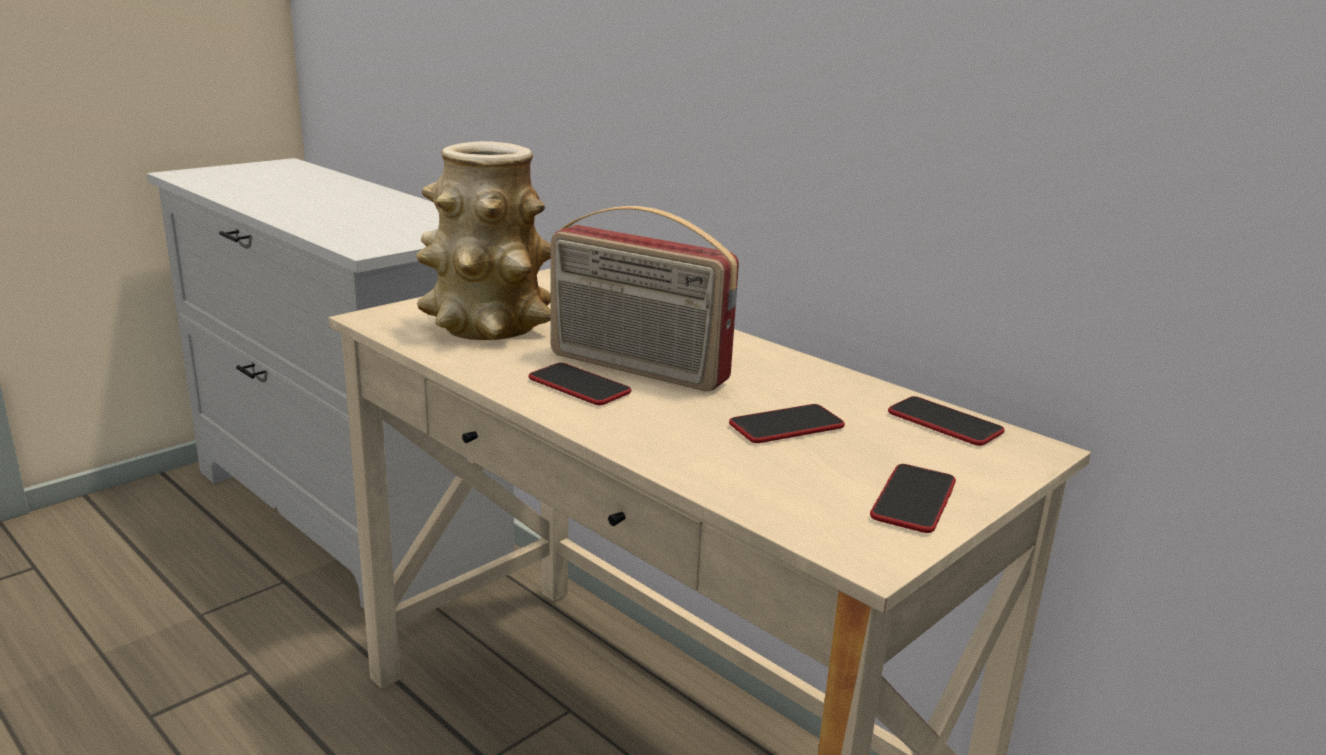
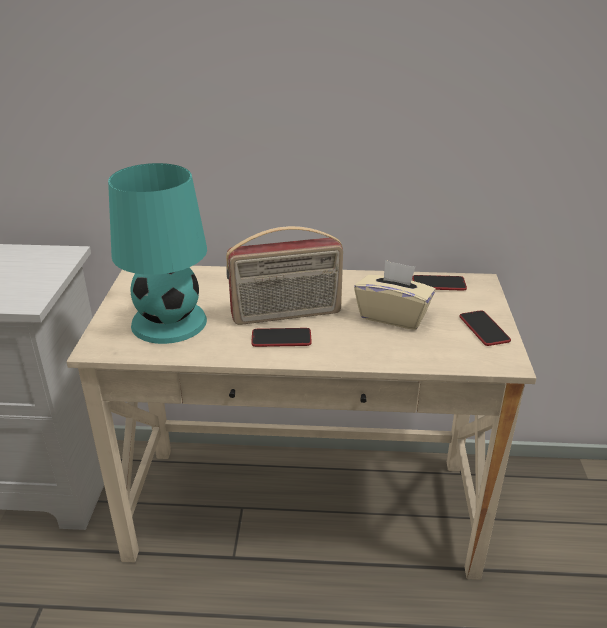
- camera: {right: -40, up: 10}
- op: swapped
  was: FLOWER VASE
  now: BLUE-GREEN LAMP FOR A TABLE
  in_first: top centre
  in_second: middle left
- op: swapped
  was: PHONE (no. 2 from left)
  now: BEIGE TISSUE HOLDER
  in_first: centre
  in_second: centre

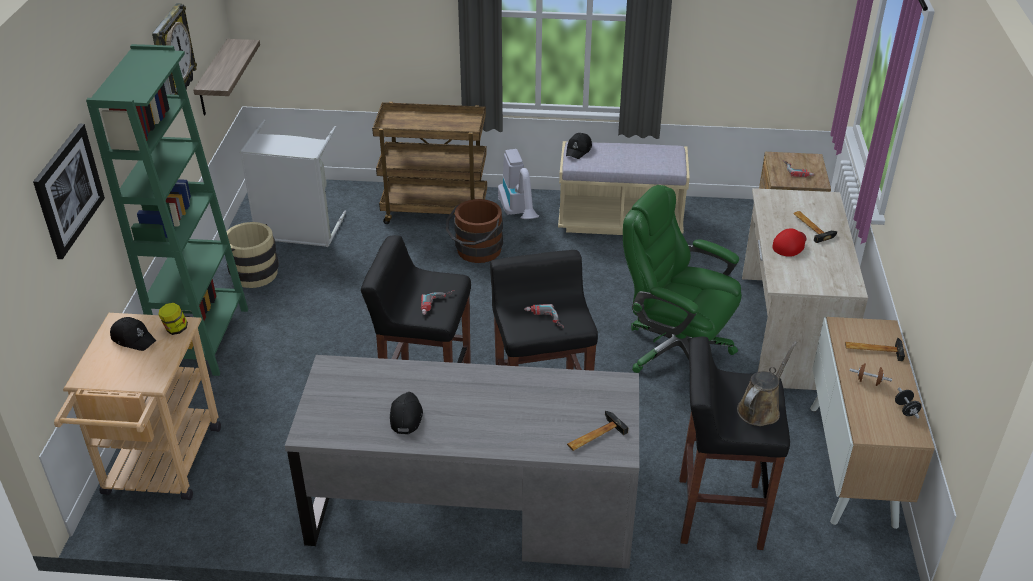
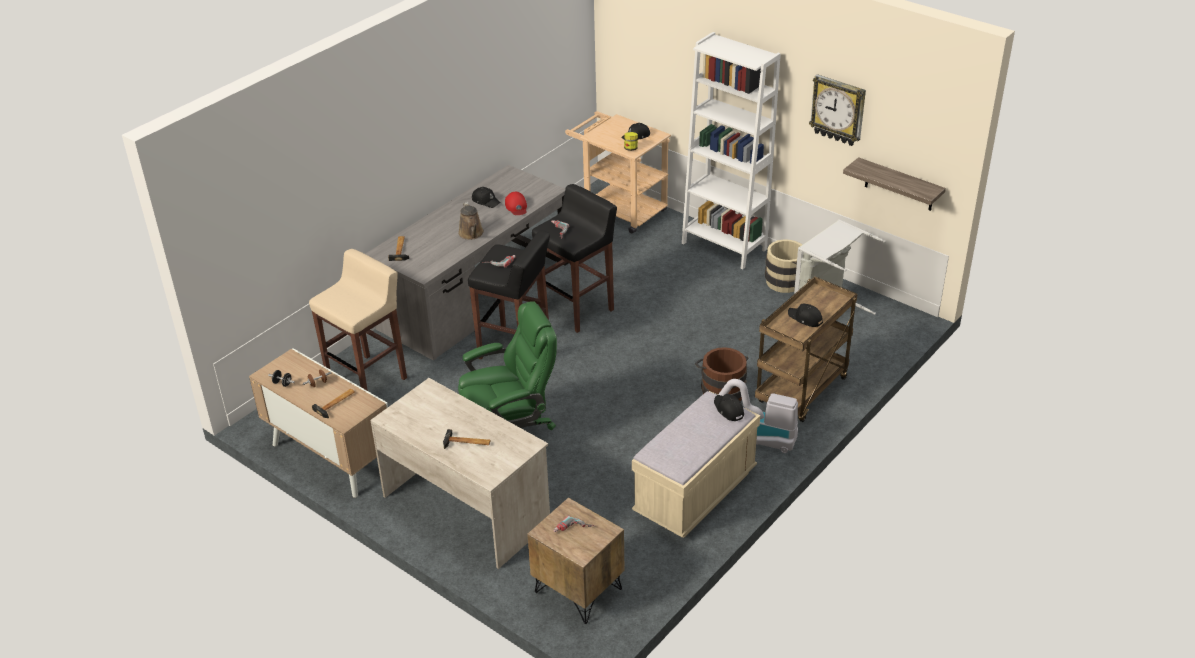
- camera: {right: 125, up: 0}
- op: repainted
  was: BLACKISH STOOL (no. 3 from left)
  now: BEIGE STOOL
  in_first: bottom right
  in_second: middle left
- op: shifted
  was: BROWN-COLOURED WATERING POT
  in_first: middle right
  in_second: centre
- op: shifted
  was: REDDISH PEAKED CAP
  in_first: middle right
  in_second: top centre
- op: repainted
  was: GREEN SHELVING UNIT
  now: WHITISH SHELVING UNIT
  in_first: middle left
  in_second: top centre
- op: new
  now: BLACKISH PEAKED CAP (no. 4 from left)
  in_second: middle right
- op: gone
  was: WALL PICTURE
  in_first: top left

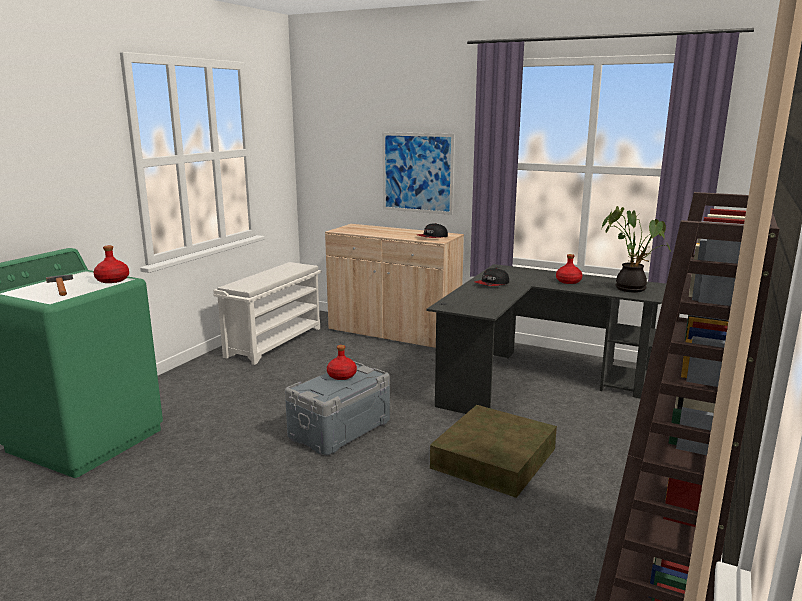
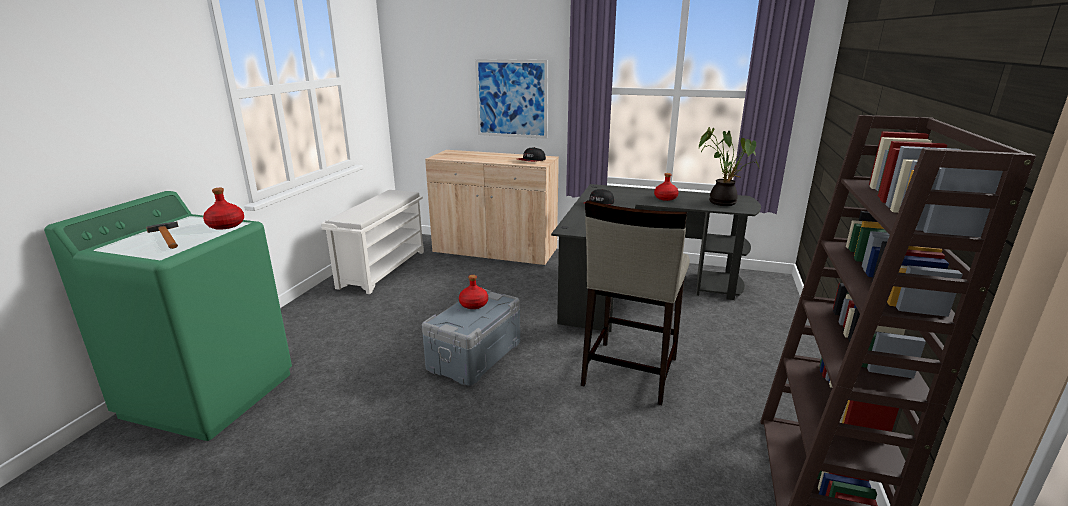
- camera: {right: -10, up: 5}
- op: swapped
  was: BROWN-COLOURED STORAGE BOX
  now: BEIGE STOOL
  in_first: bottom centre
  in_second: centre

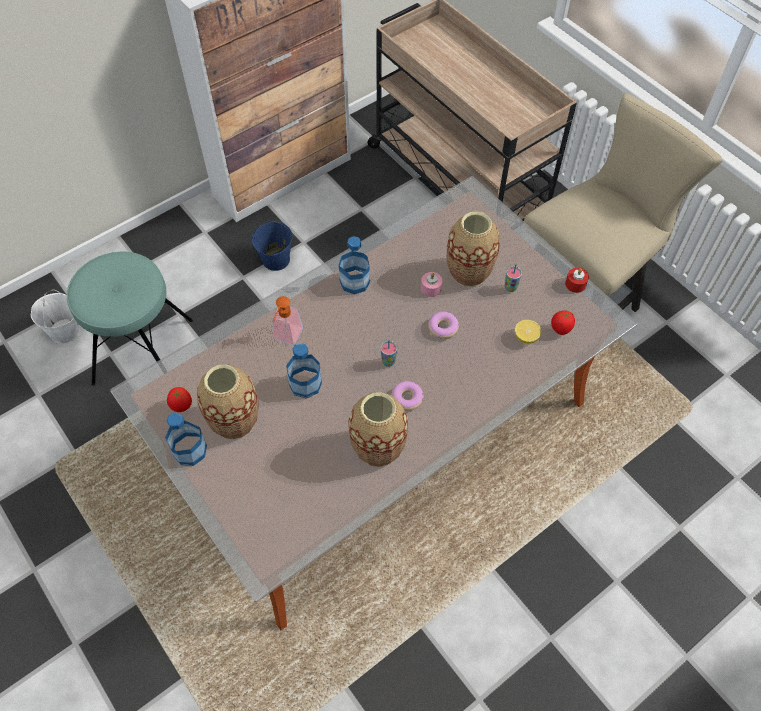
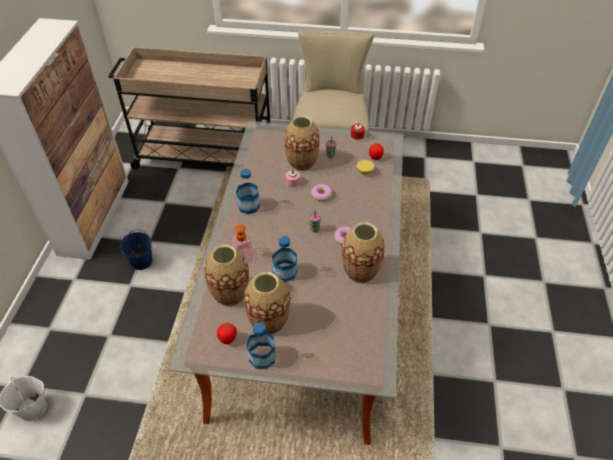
- camera: {right: -45, up: -10}
- op: new
  now: FLOWER VASE (no. 1 from left)
  in_second: centre
- op: gone
  was: BLUE-GREEN STOOL
  in_first: middle left

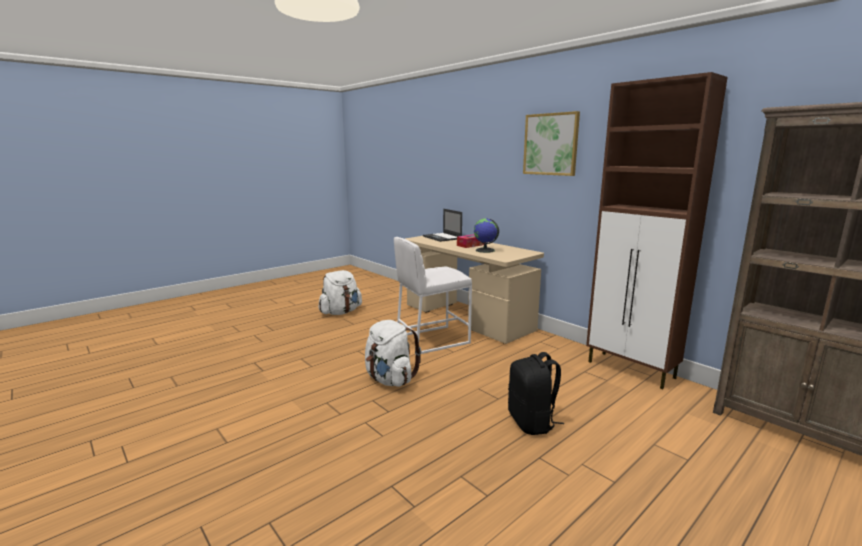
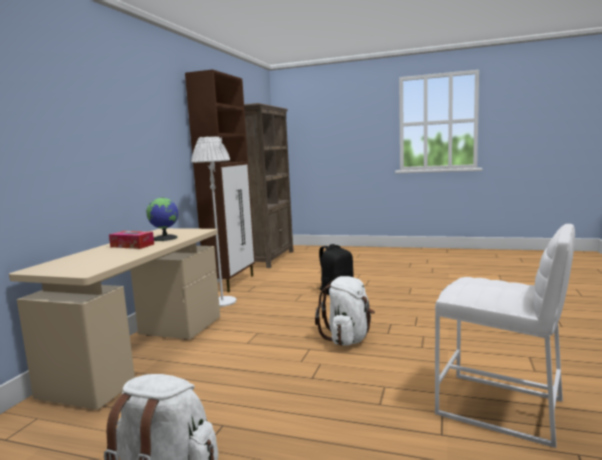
- camera: {right: -120, up: -5}
- op: new
  now: WHITISH STANDARD LAMP
  in_second: centre
- op: shifted
  was: WHITISH STOOL
  in_first: centre
  in_second: bottom right
- op: gone
  was: PORTABLE COMPUTER
  in_first: centre
- op: gone
  was: WALL PICTURE
  in_first: top centre

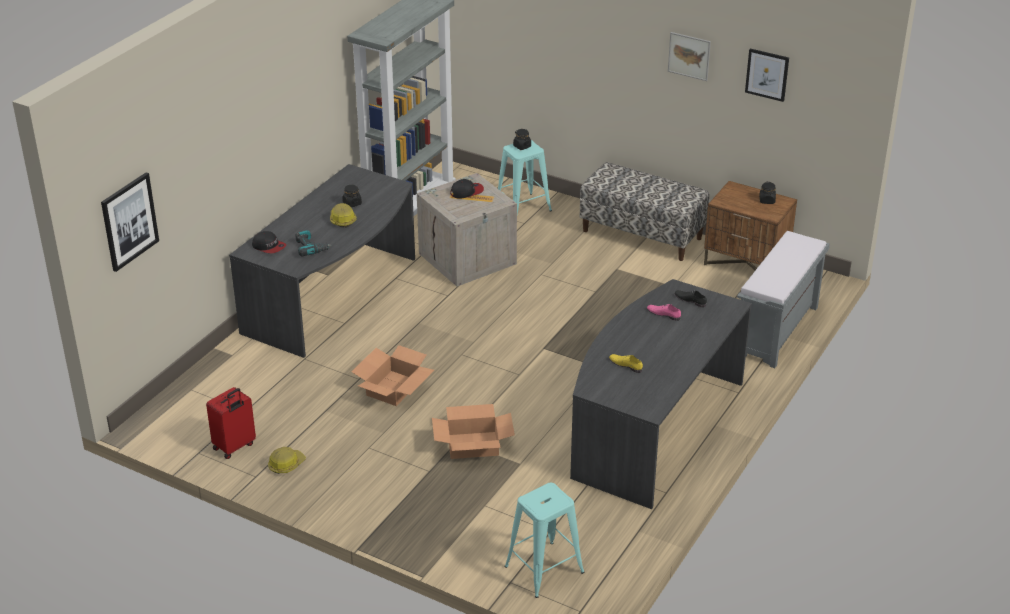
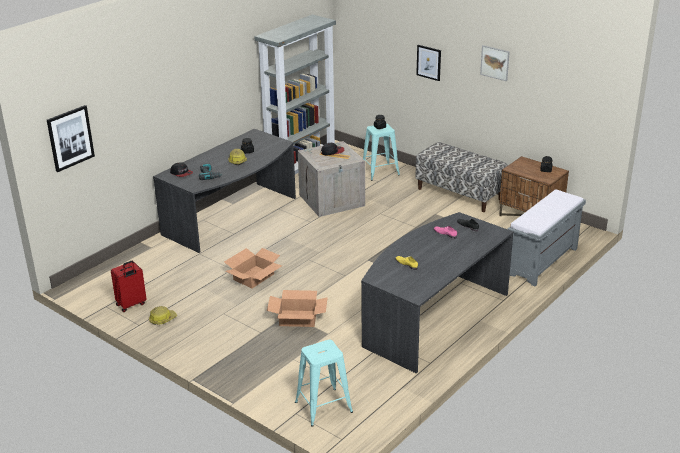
- camera: {right: 10, up: -5}
- op: shifted
  was: WALL PICTURE (no. 3 from left in the first image)
  now: WALL PICTURE (no. 2 from left)
  in_first: top right
  in_second: top centre

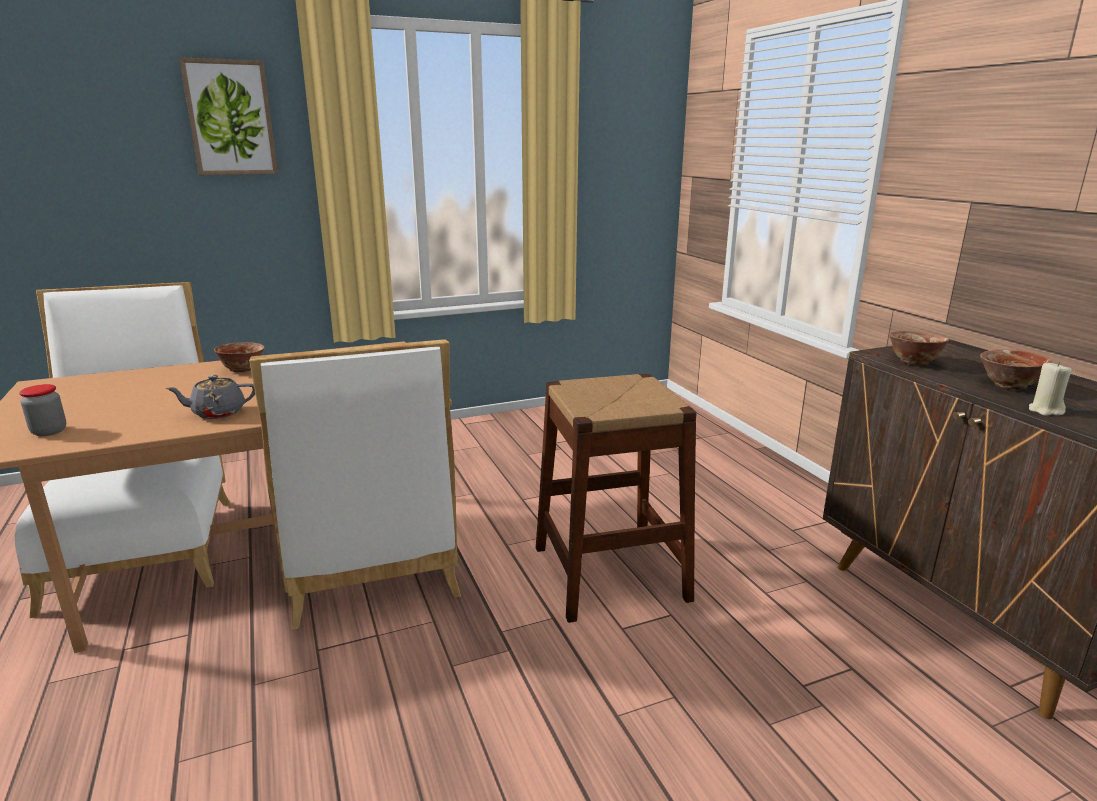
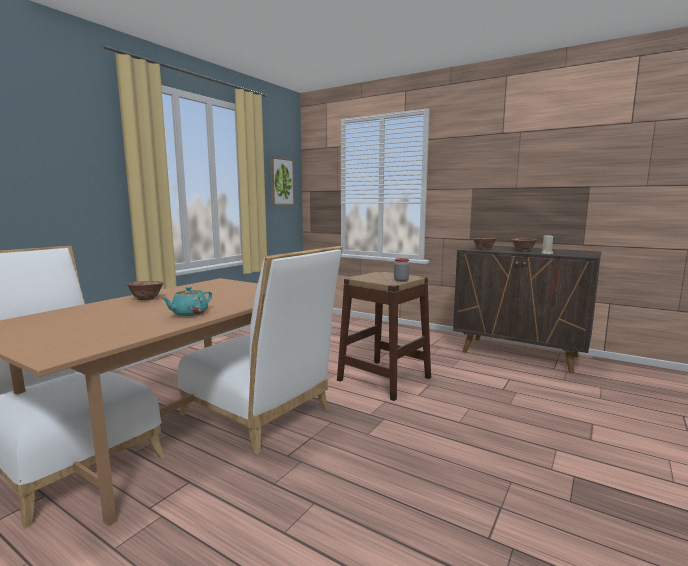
- camera: {right: -35, up: -10}
- op: repainted
  was: GREYISH POT FOR TEA
  now: BLUE-GREEN POT FOR TEA
  in_first: middle left
  in_second: middle left
- op: shifted
  was: WALL PICTURE
  in_first: top left
  in_second: top centre
- op: shifted
  was: JAR
  in_first: middle left
  in_second: centre

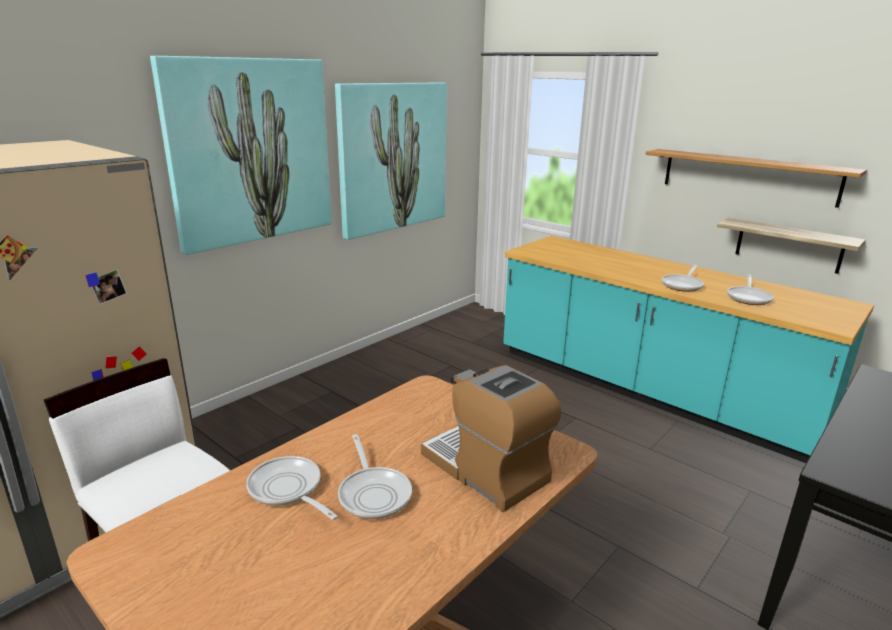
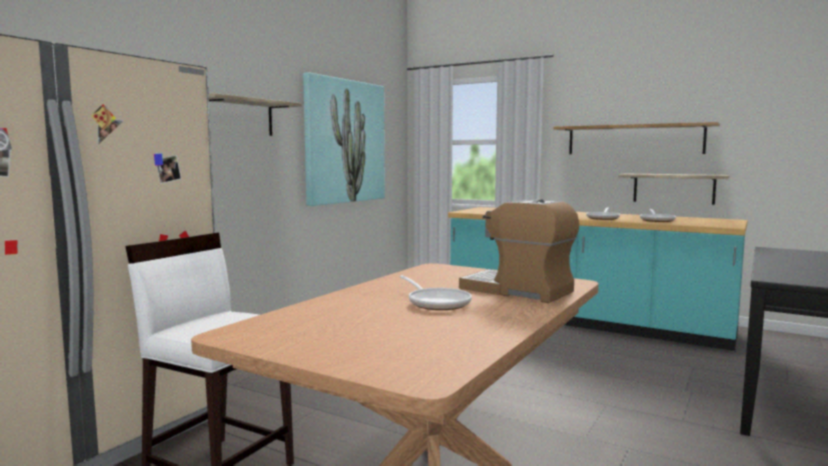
- camera: {right: -10, up: -15}
- op: swapped
  was: WALL PICTURE (no. 1 from left)
  now: WALL SHELF (no. 1 from left)
  in_first: top left
  in_second: top left
- op: gone
  was: FRYING PAN (no. 1 from left)
  in_first: bottom left

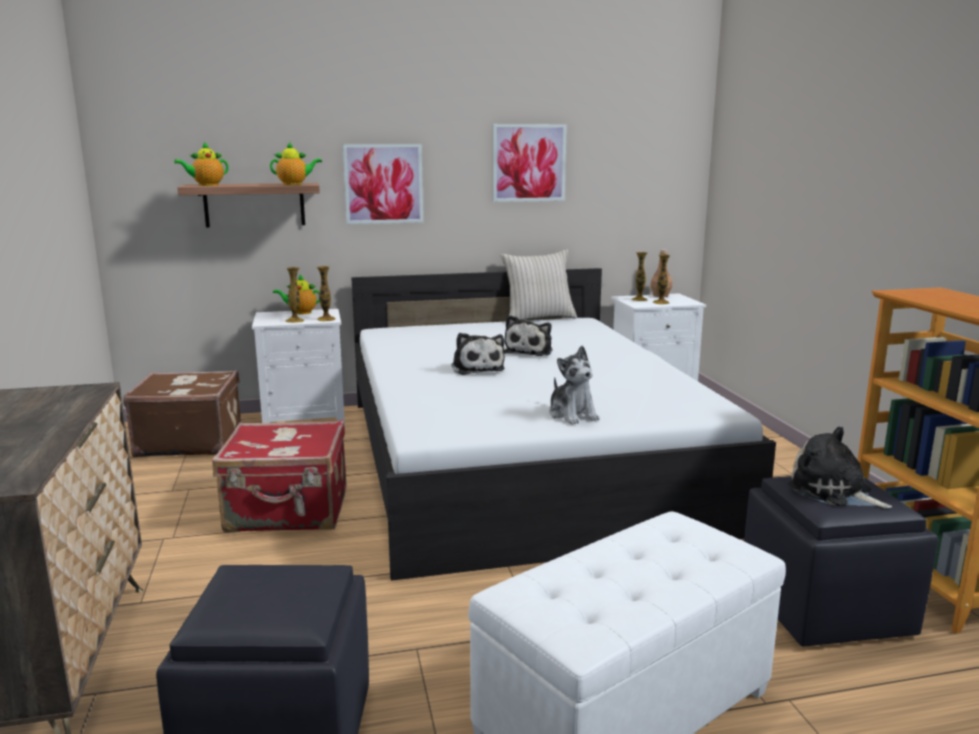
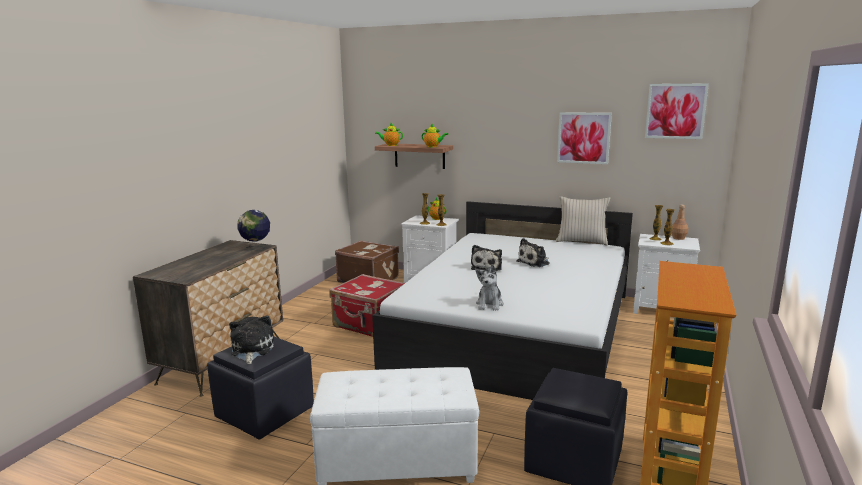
- camera: {right: 35, up: 0}
- op: shifted
  was: SOFT TOY (no. 4 from left in the first image)
  now: SOFT TOY (no. 1 from left)
  in_first: middle right
  in_second: bottom left
- op: new
  now: WORLD GLOBE
  in_second: middle left
- op: shifted
  was: WALL PICTURE (no. 1 from left in the first image)
  now: WALL PICTURE (no. 2 from left)
  in_first: top centre
  in_second: top right

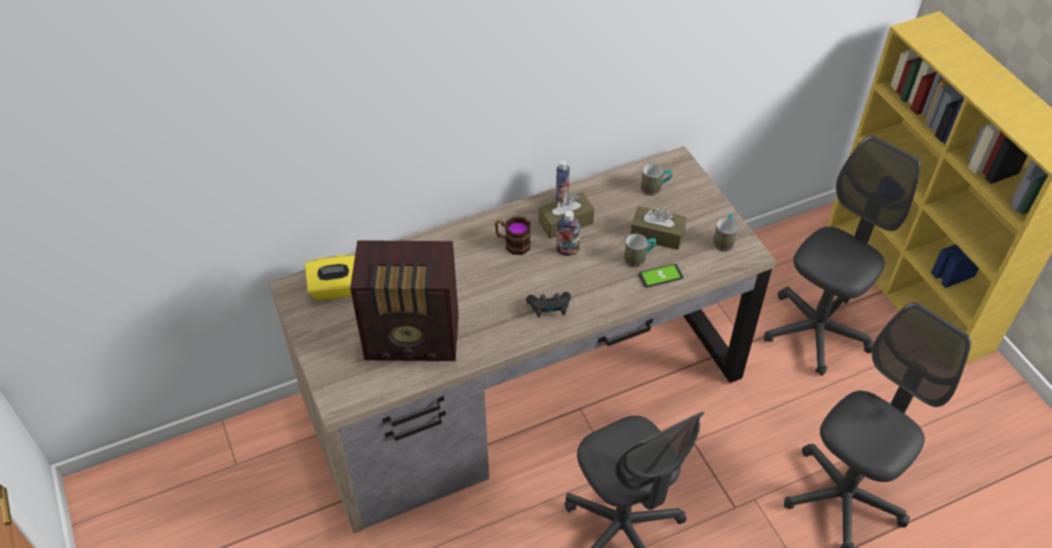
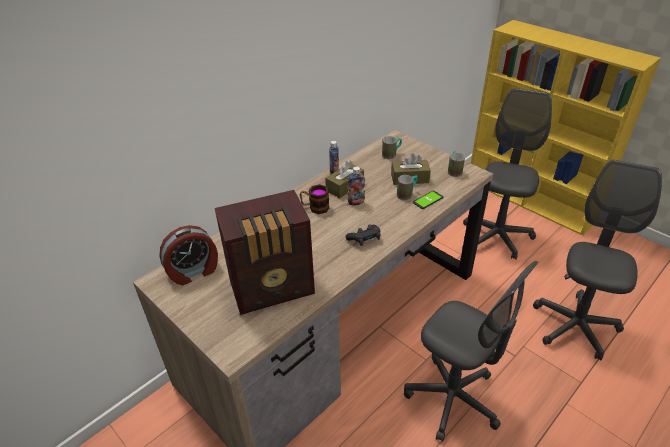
- camera: {right: -20, up: -10}
- op: swapped
  was: YELLOW-COLOURED TISSUE HOLDER
  now: BEDSIDE CLOCK
  in_first: middle left
  in_second: middle left

